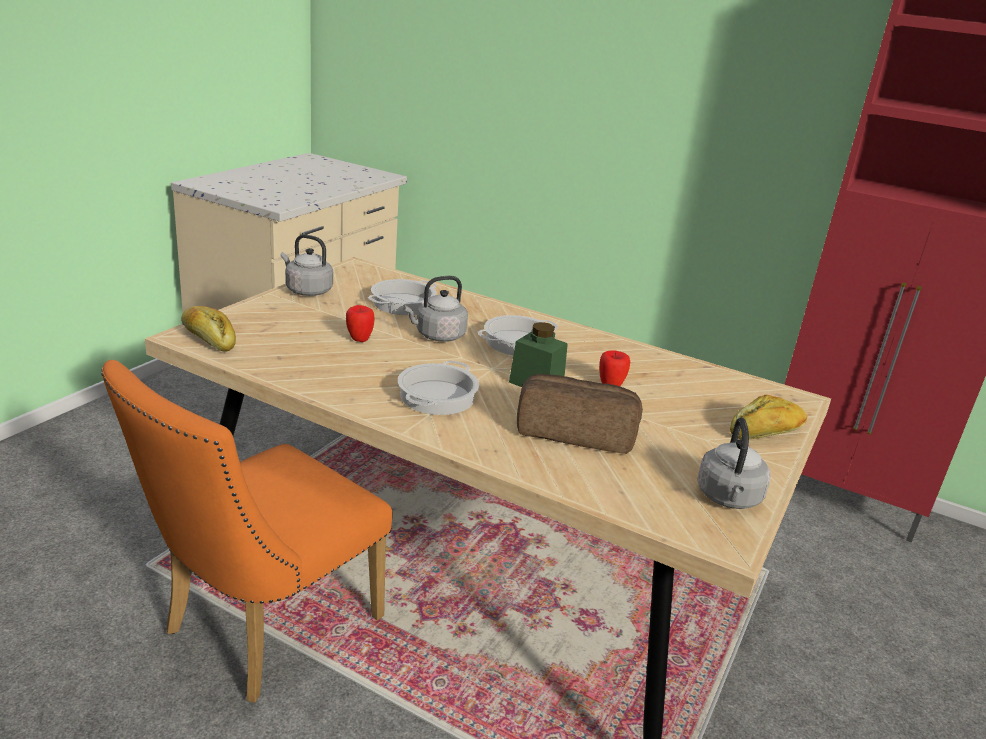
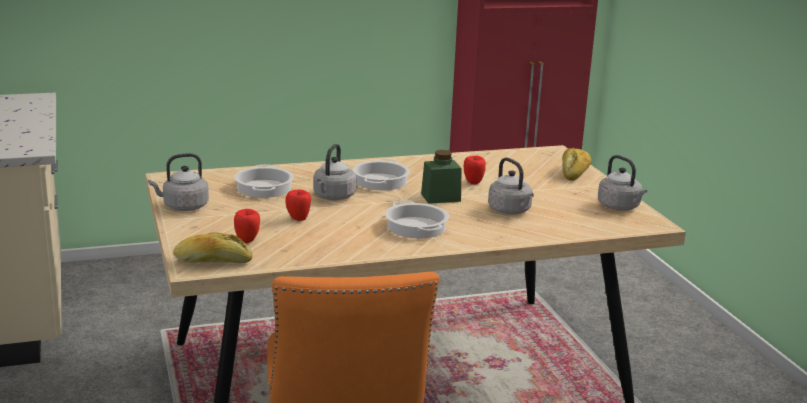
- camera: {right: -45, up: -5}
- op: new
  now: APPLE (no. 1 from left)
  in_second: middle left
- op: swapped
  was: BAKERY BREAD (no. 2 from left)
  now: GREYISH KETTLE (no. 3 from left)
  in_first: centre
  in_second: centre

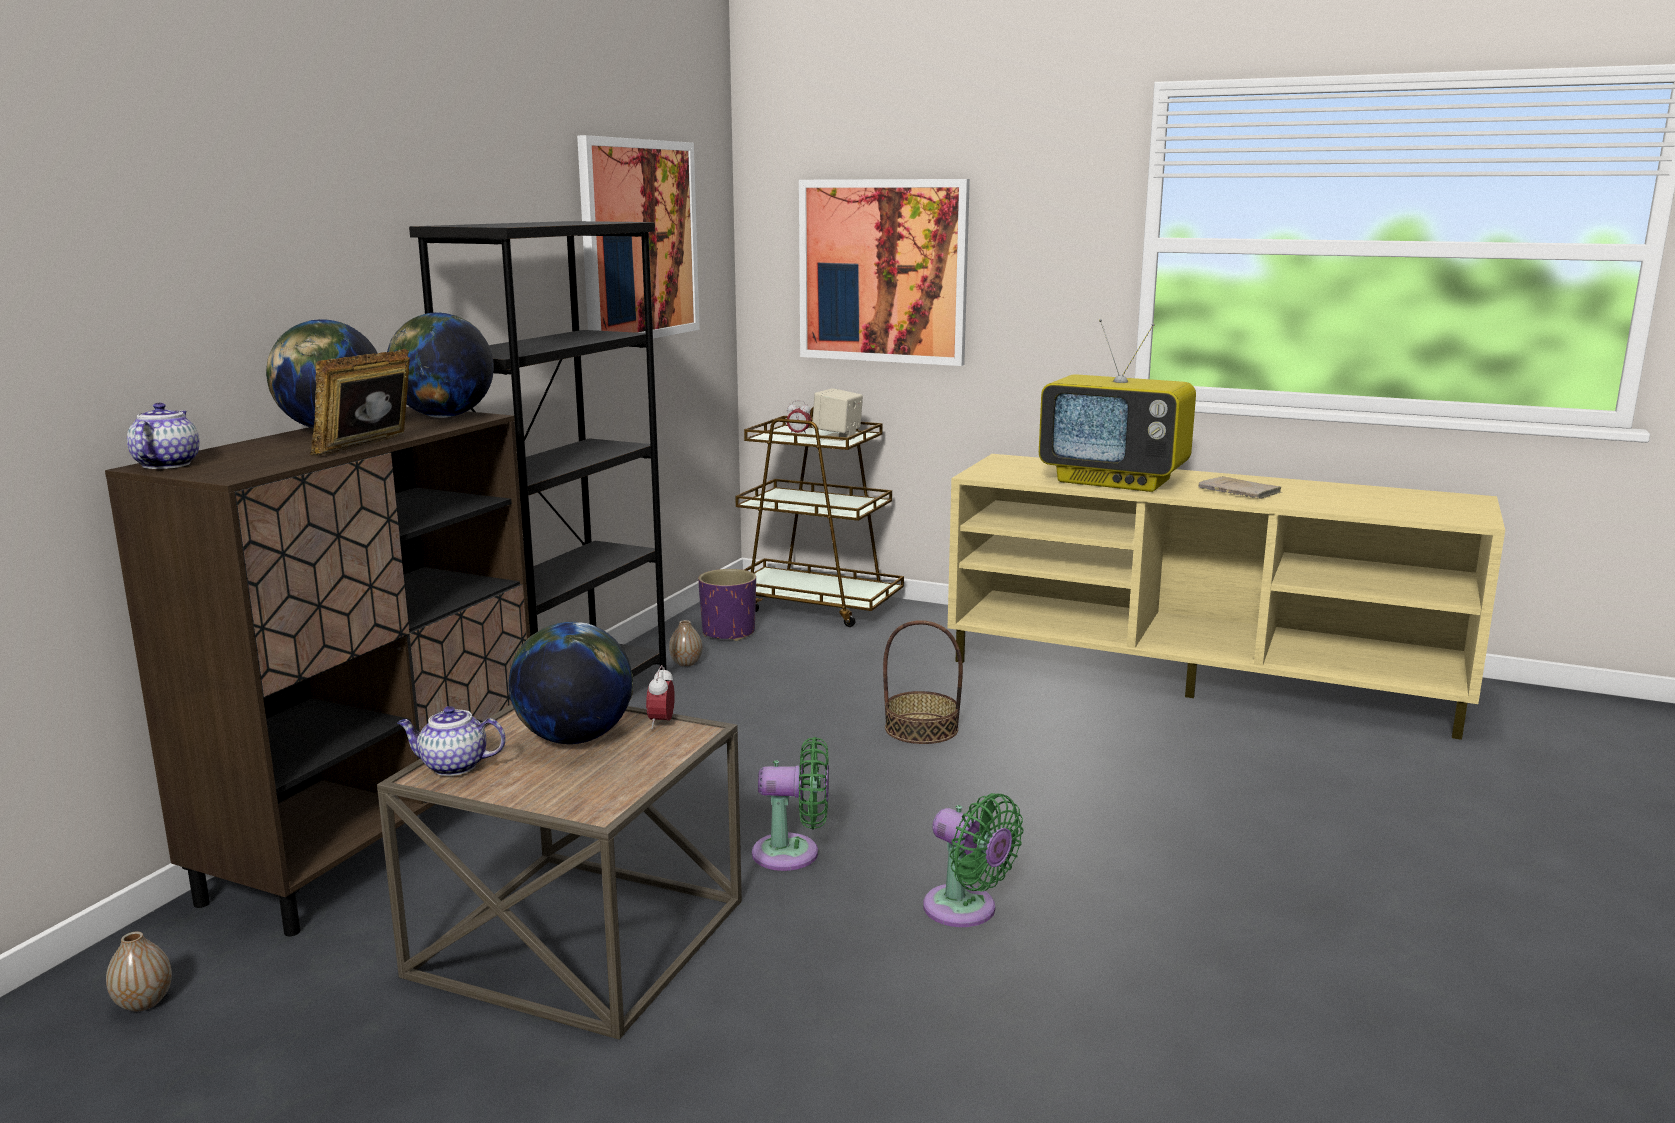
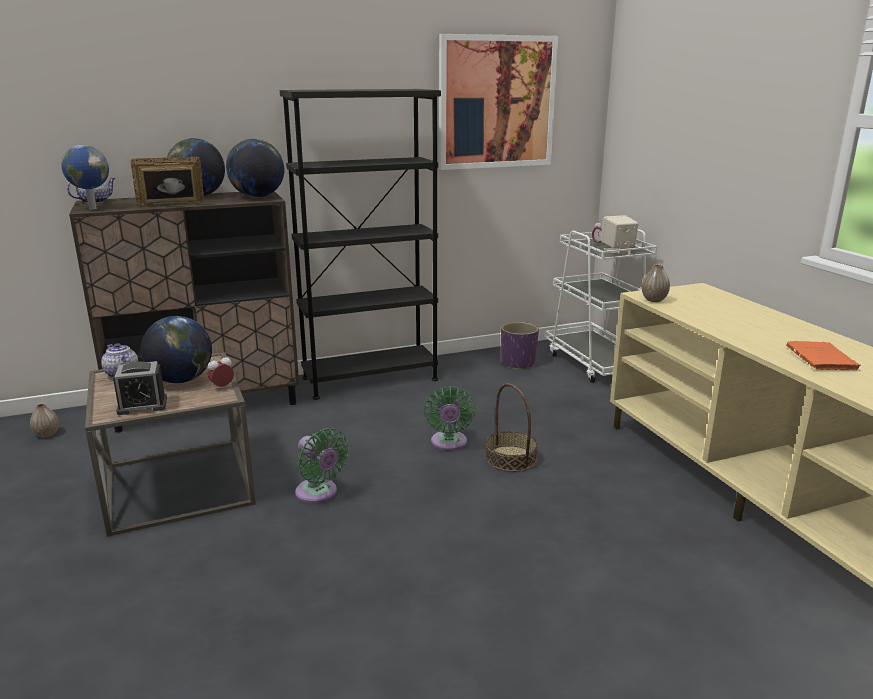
- camera: {right: 45, up: 5}
- op: new
  now: WORLD GLOBE (no. 1 from left)
  in_second: top left
- op: new
  now: BEDSIDE CLOCK (no. 1 from left)
  in_second: middle left
- op: shifted
  was: GREEN ELECTRIC FAN (no. 2 from left)
  in_first: bottom centre
  in_second: centre
- op: repainted
  was: BROWN-COLOURED TROLLEY
  now: WHITISH TROLLEY
  in_first: centre
  in_second: middle right
- op: shifted
  was: FLOWER VASE (no. 2 from left)
  in_first: centre
  in_second: middle right
- op: repainted
  was: BEIGE BOOK
  now: ORANGE BOOK
  in_first: middle right
  in_second: middle right
- op: gone
  was: WALL PICTURE (no. 2 from left)
  in_first: top centre
- op: gone
  was: TV SET
  in_first: middle right

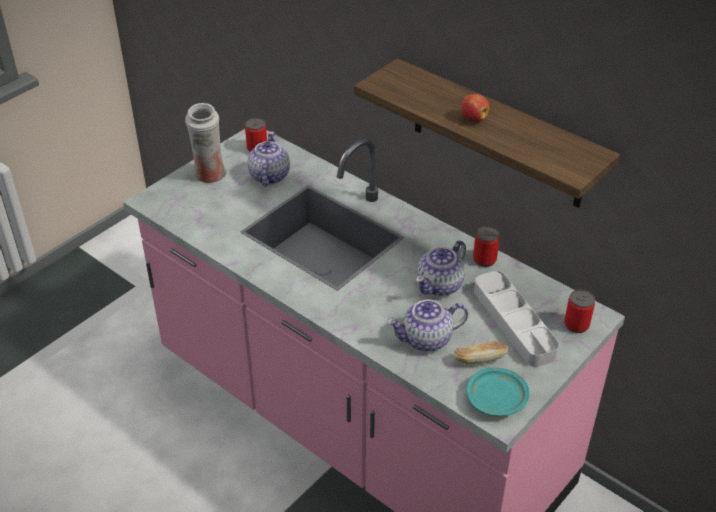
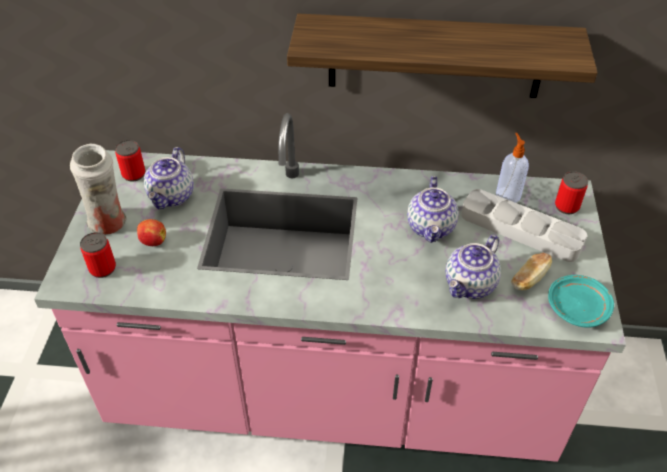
- camera: {right: -35, up: 5}
- op: shifted
  was: SEALED CAN (no. 2 from left in the first image)
  now: SEALED CAN (no. 1 from left)
  in_first: middle right
  in_second: middle left
- op: shifted
  was: APPLE
  in_first: top centre
  in_second: middle left
- op: rotated
  was: POT FOR TEA (no. 1 from left)
  in_first: top centre
  in_second: middle left
  clockwise: -135
- op: new
  now: SOAP DISPENSER
  in_second: middle right

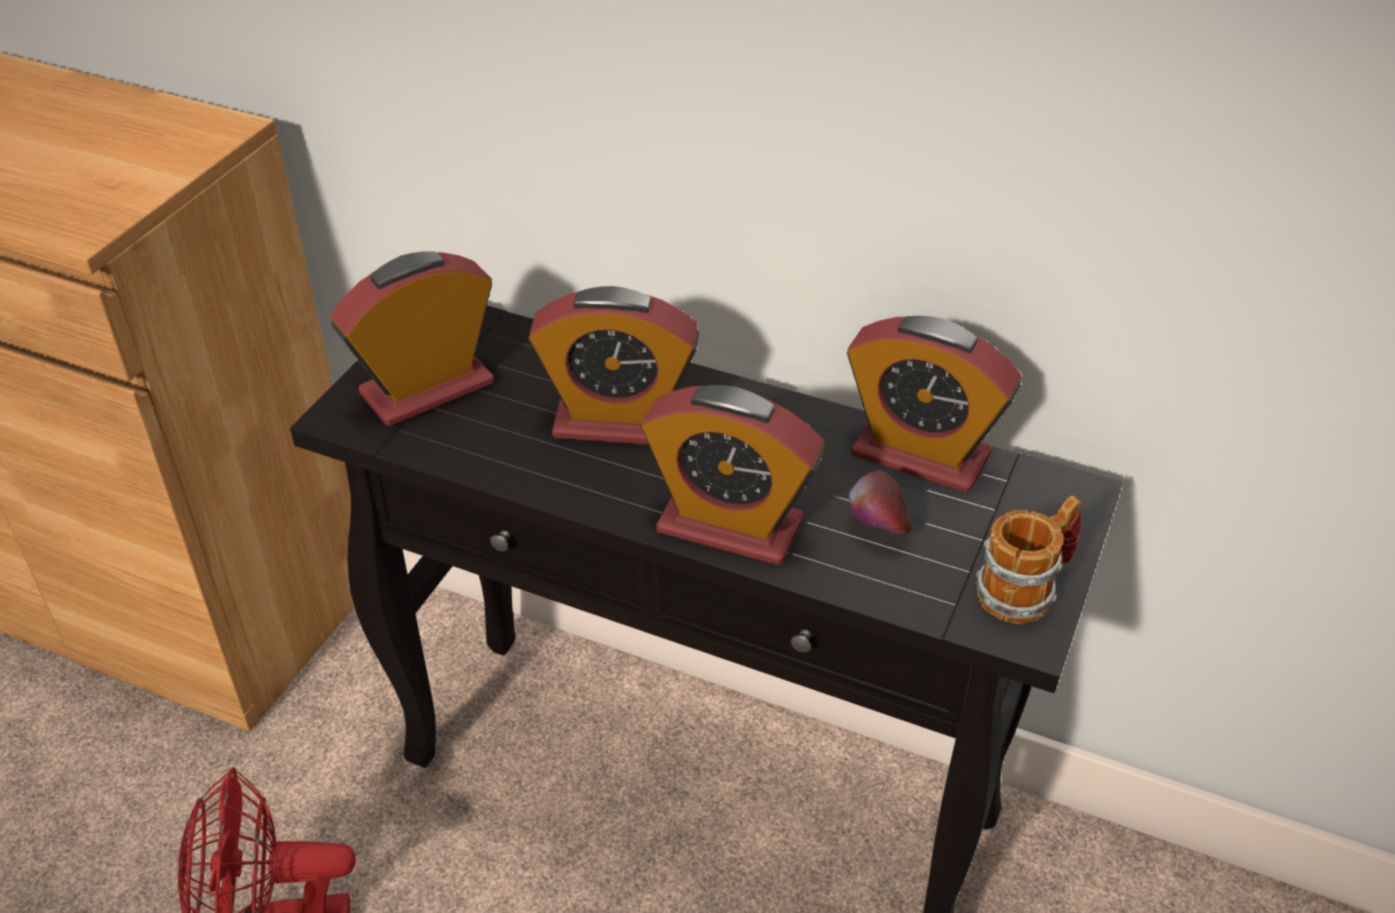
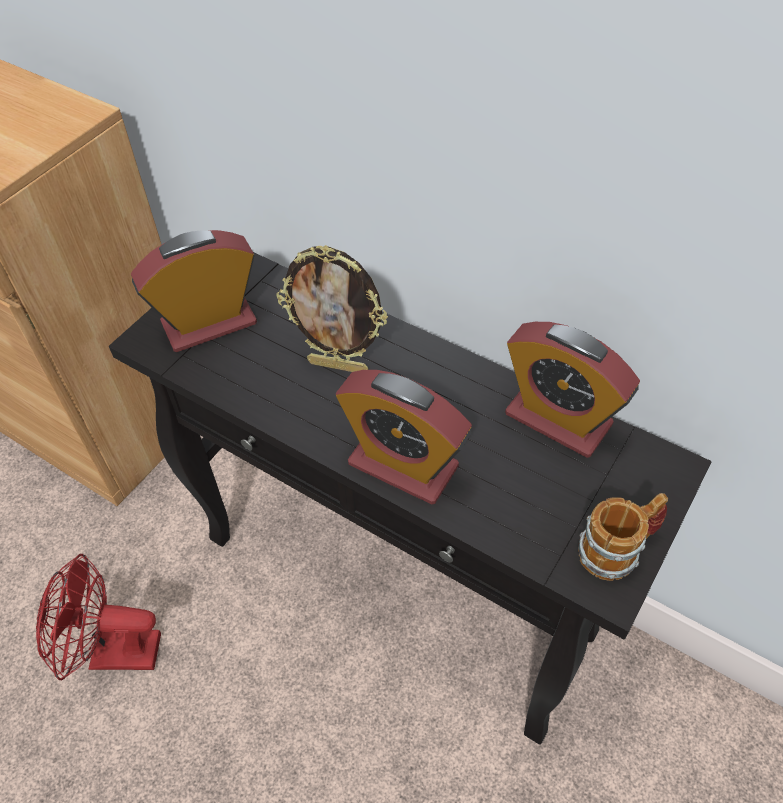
- camera: {right: 10, up: 10}
- op: swapped
  was: BEDSIDE CLOCK (no. 2 from left)
  now: PICTURE FRAME
  in_first: centre
  in_second: centre
- op: gone
  was: APPLE
  in_first: centre

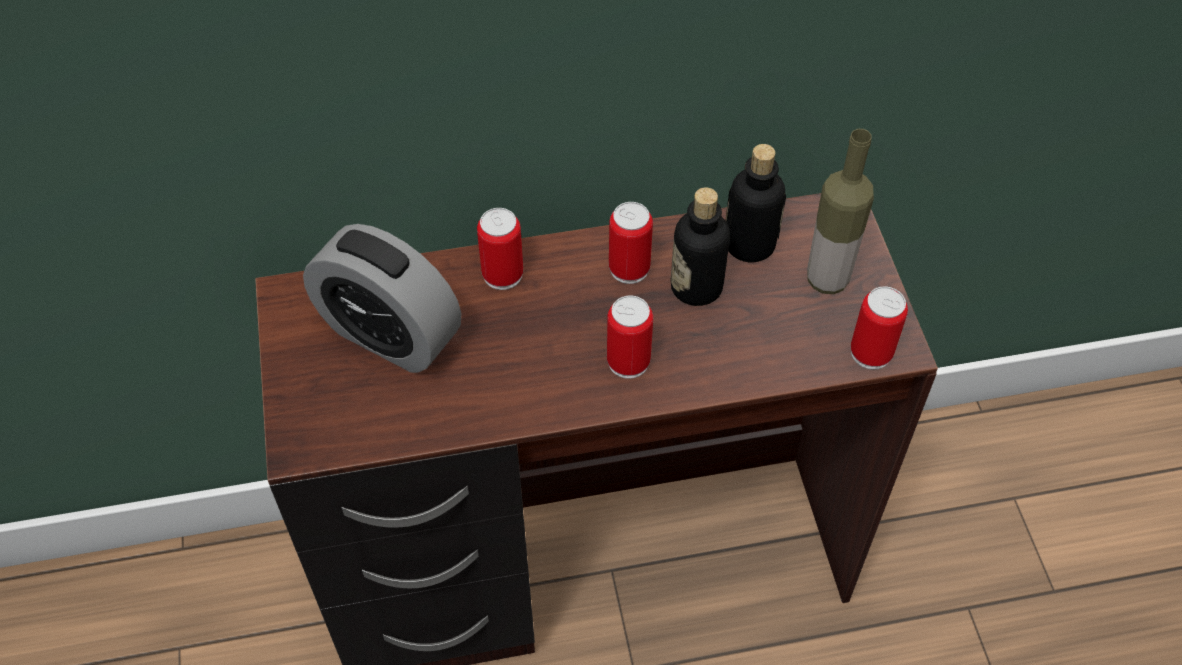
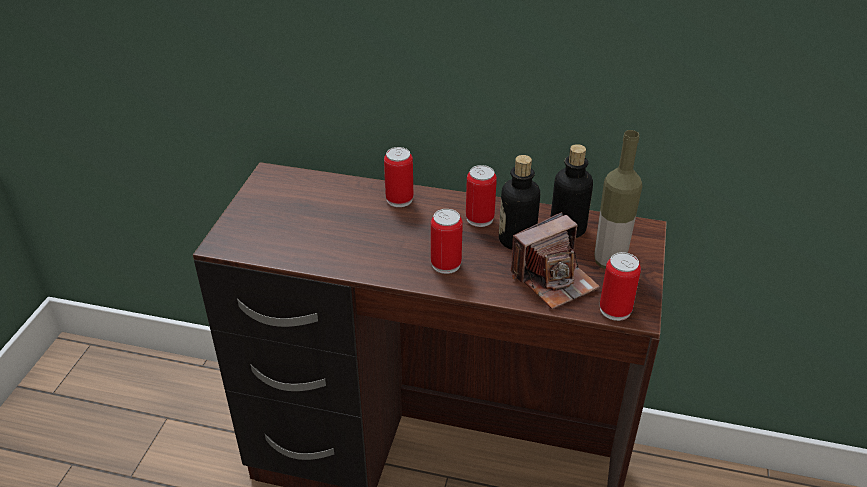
- camera: {right: 25, up: -15}
- op: new
  now: PHOTO CAMERA
  in_second: centre
- op: gone
  was: BEDSIDE CLOCK
  in_first: middle left

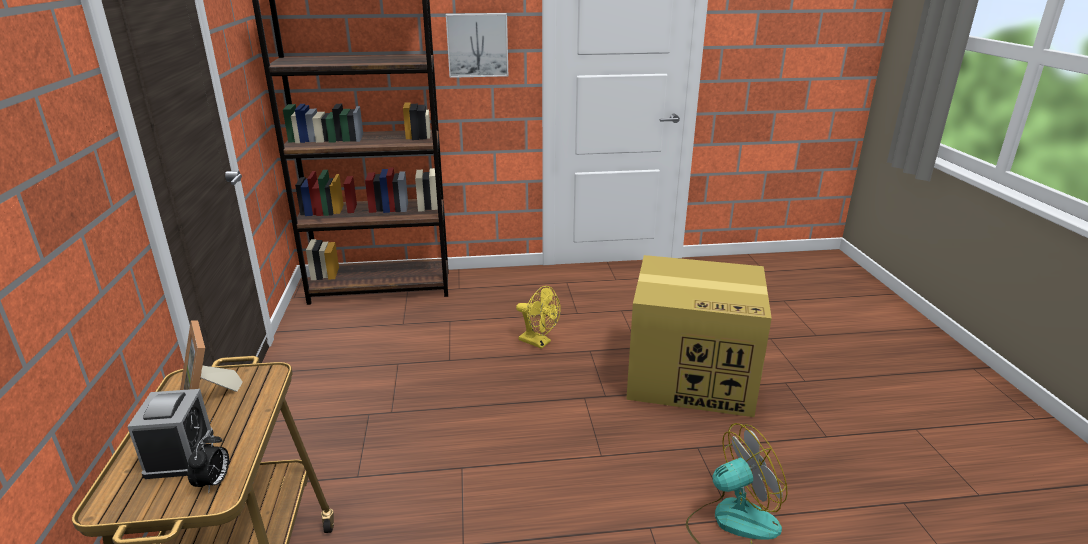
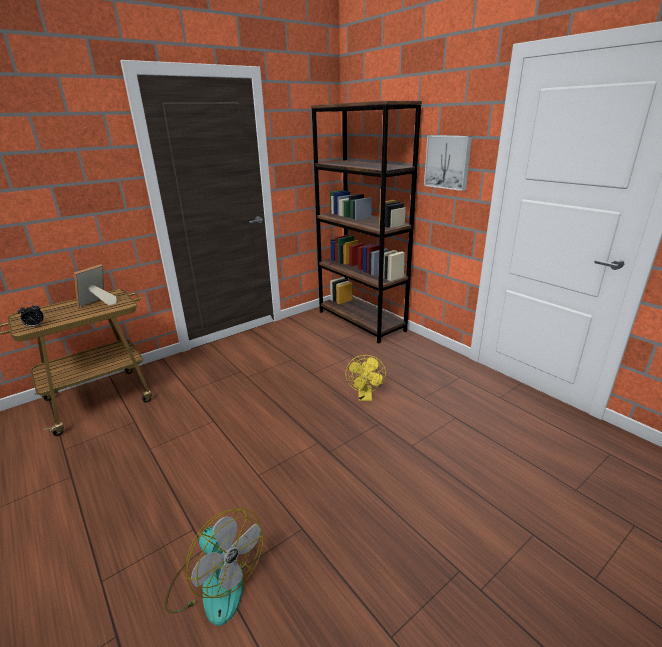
- camera: {right: 60, up: 0}
- op: gone
  was: BEDSIDE CLOCK (no. 1 from left)
  in_first: bottom left
- op: gone
  was: CARTON
  in_first: centre

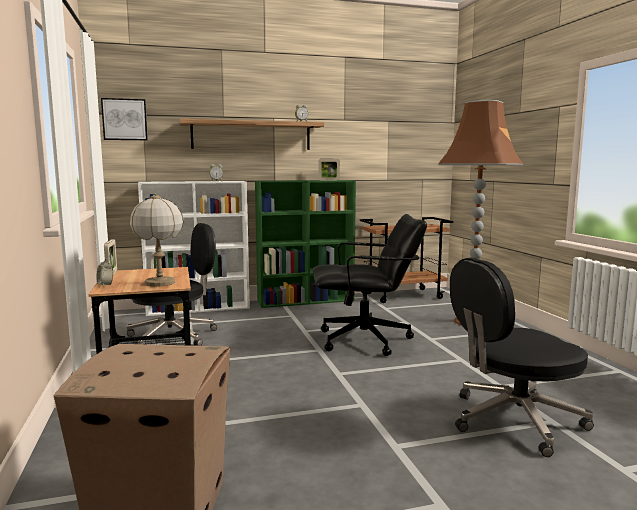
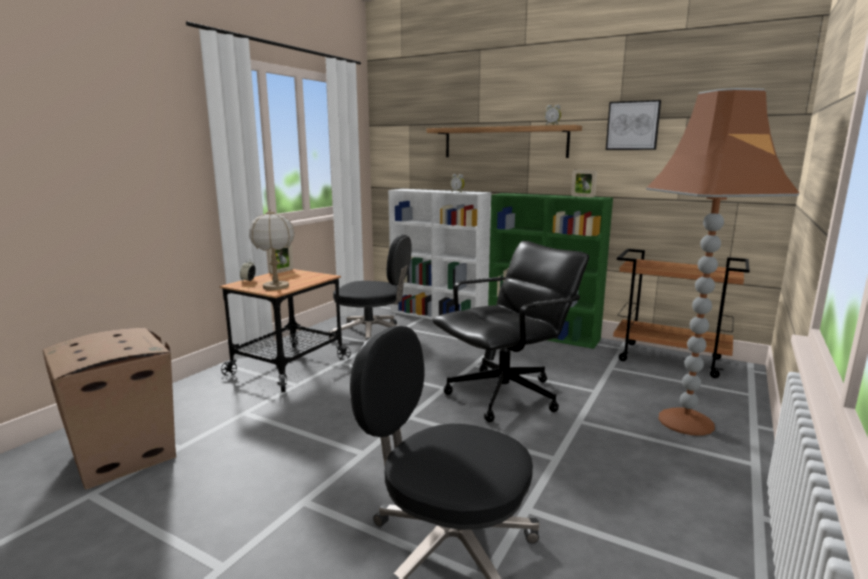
- camera: {right: 45, up: 5}
- op: rotated
  was: BLACKISH COMPUTER CHAIR (no. 2 from left in the first image)
  in_first: centre
  in_second: centre
  clockwise: -75
- op: shifted
  was: WALL PICTURE
  in_first: top left
  in_second: top right

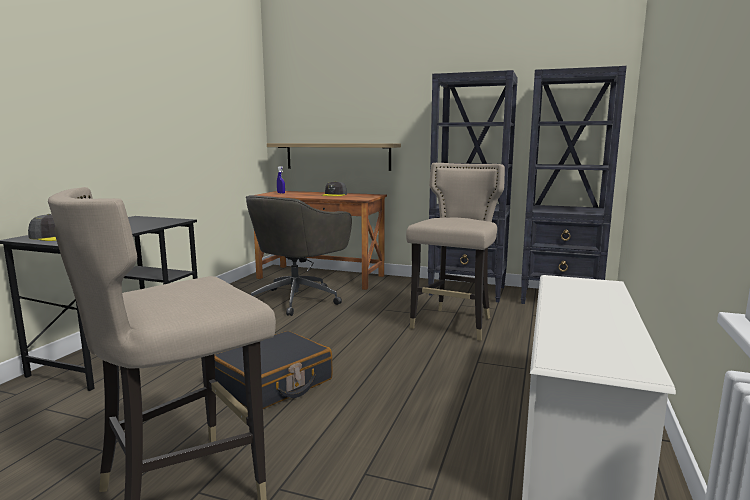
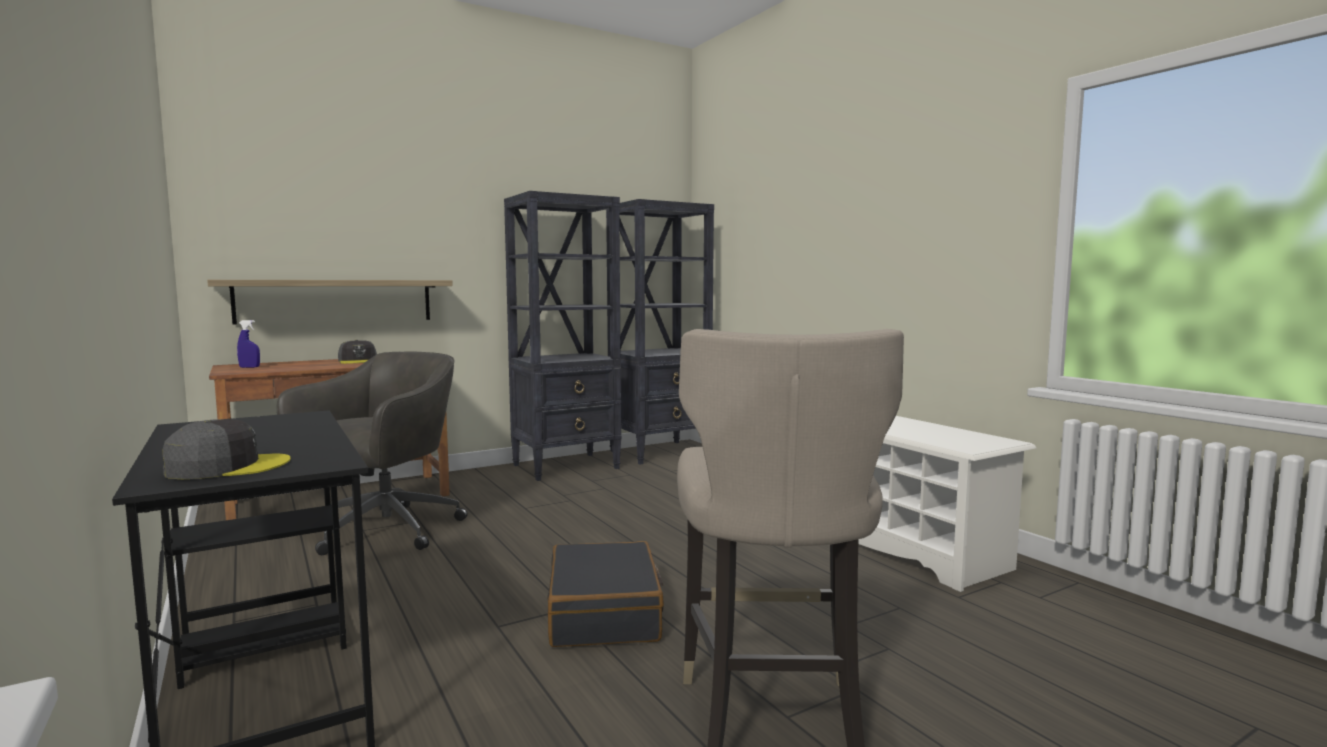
- camera: {right: -50, up: -5}
- op: rotated
  was: GREYISH COMPUTER CHAIR
  in_first: centre
  in_second: middle left
  clockwise: -135
- op: gone
  was: BEIGE STOOL (no. 2 from left)
  in_first: centre

